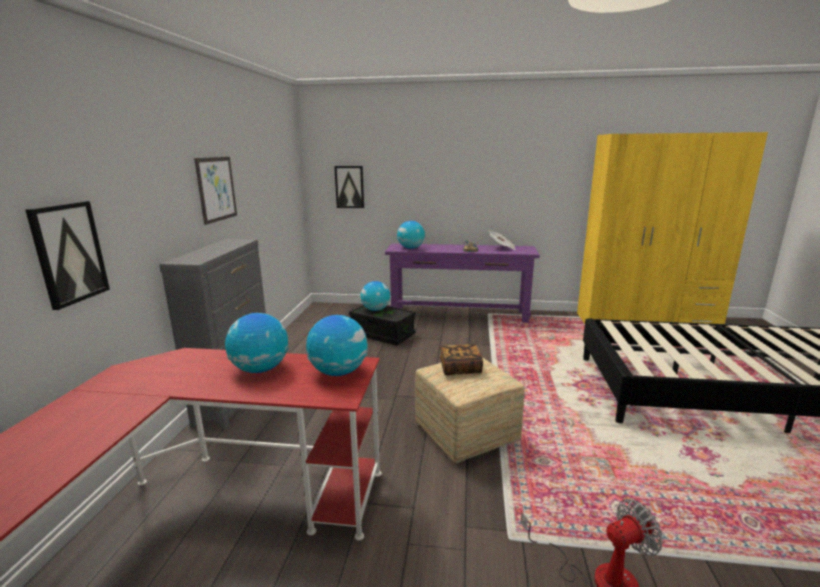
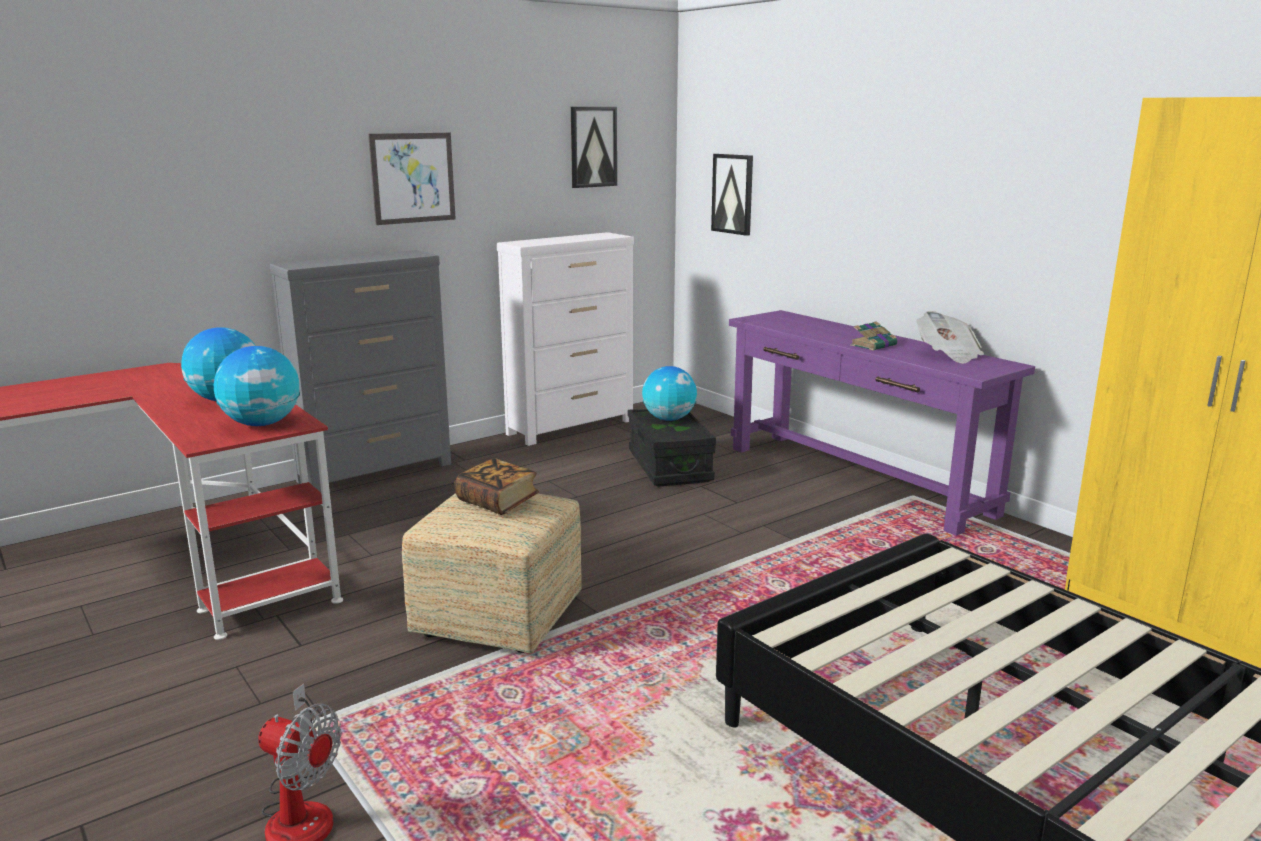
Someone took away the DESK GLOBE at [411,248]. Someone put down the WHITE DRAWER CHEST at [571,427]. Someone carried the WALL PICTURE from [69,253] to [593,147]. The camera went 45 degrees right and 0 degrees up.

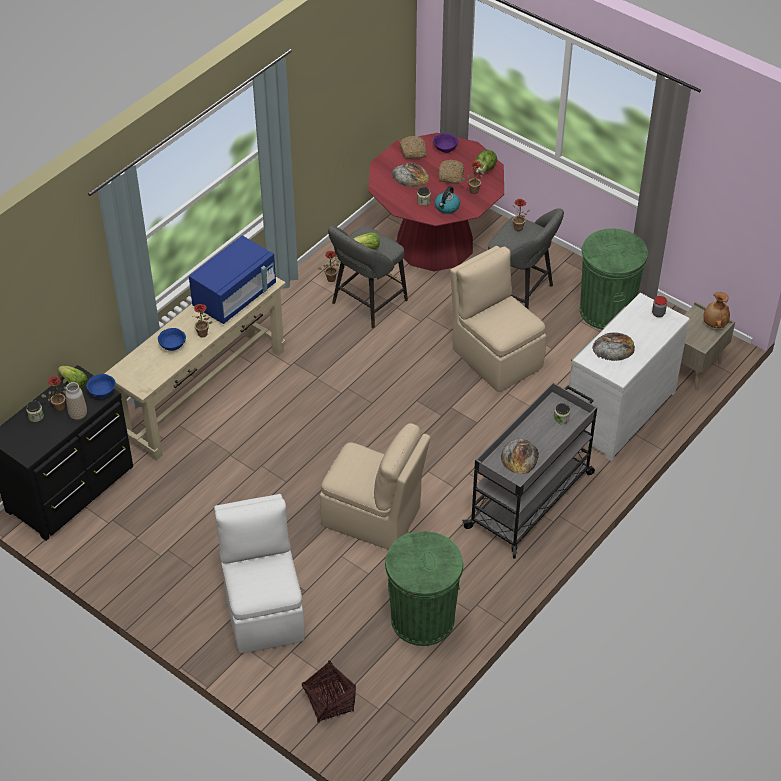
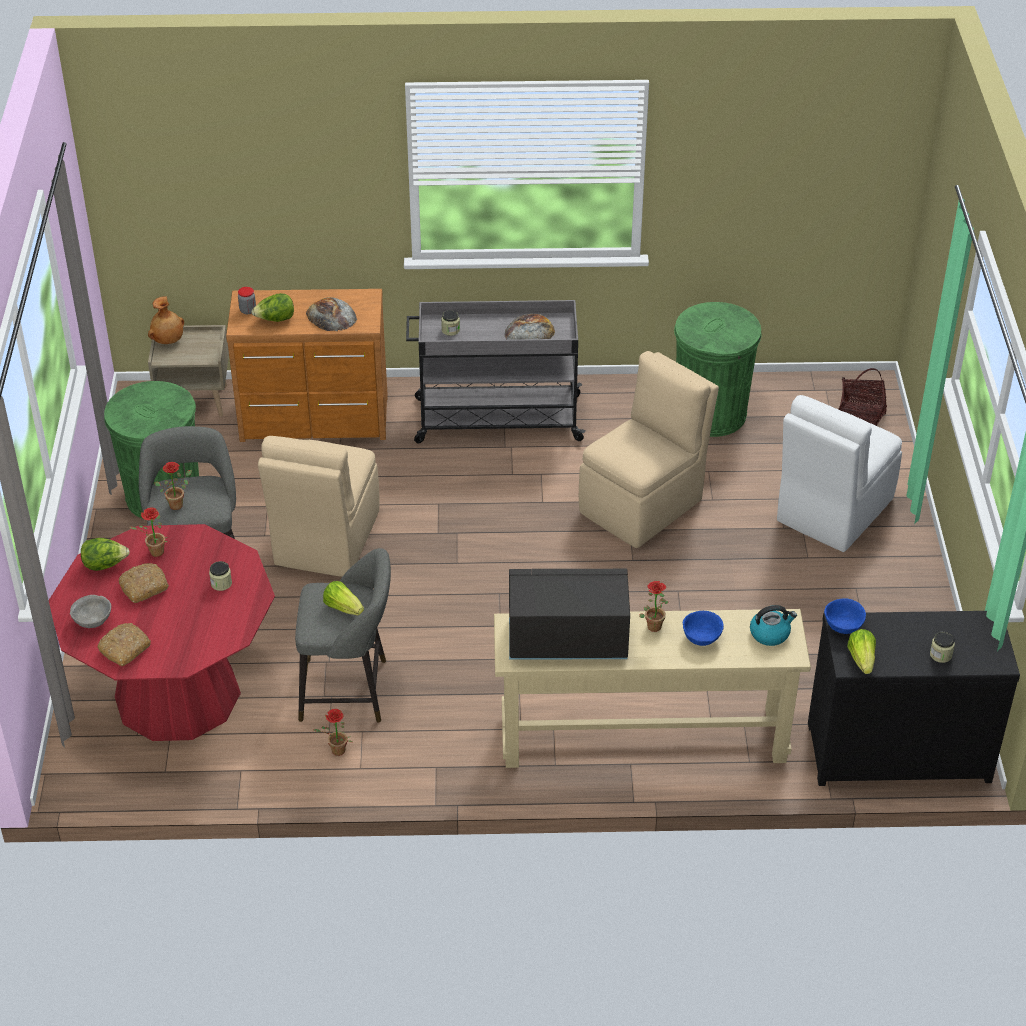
Someone took away the POTTED PLANT at [60,405]. Someone took away the DECORATIVE VASE at [78,415]. Someone took away the BREAD at [410,176]. Someone put down the LETTUCE at [275,320]. Someone carried the TEA KETTLE from [447,207] to [770,633]. Someone repainted the BLUE-COLOURED KITCHEN MICROWAVE at [235,296], which became the BLACKISH KITCHEN MICROWAVE at [567,639]. Someone repainted the PURPLE-COLOURED BOWL at [445,149], which became the GRAY BOWL at [93,622]. Someone repainted the WHITE DRAWER CHEST at [617,411], which became the BROWN DRAWER CHEST at [315,420]. Someone rotated the BEIGE-COLOURED UPRIGHT CHAIR at [373,518] by 60 degrees clockwise. The camera went 130 degrees left and 5 degrees down.

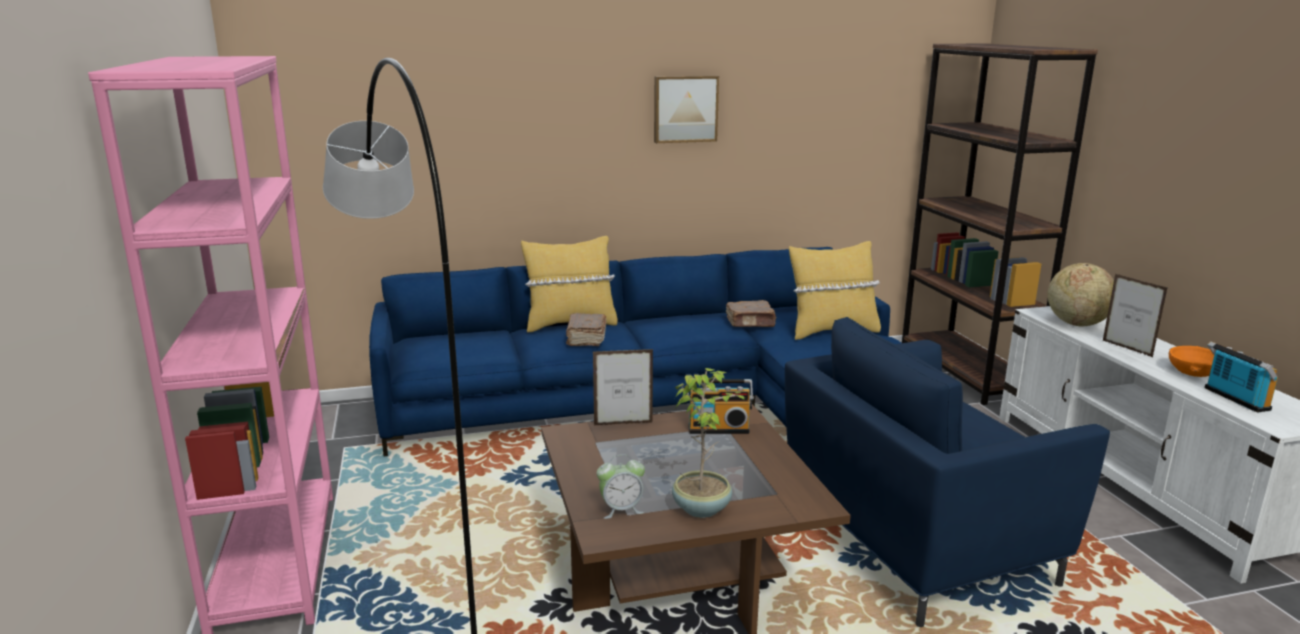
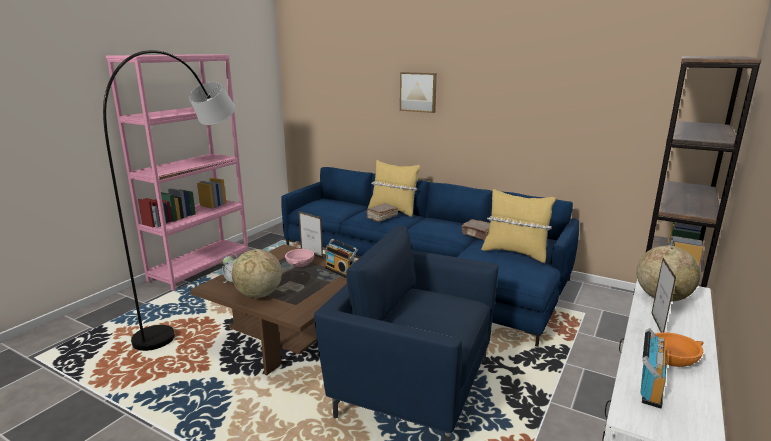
Someone put down the PINK BOWL at [299,264]. Someone carried the WALL PICTURE from [685,109] to [418,92]. Someone swapped the POTTED PLANT at [702,507] for the DESK GLOBE at [258,295]. The camera went 45 degrees right and 0 degrees up.

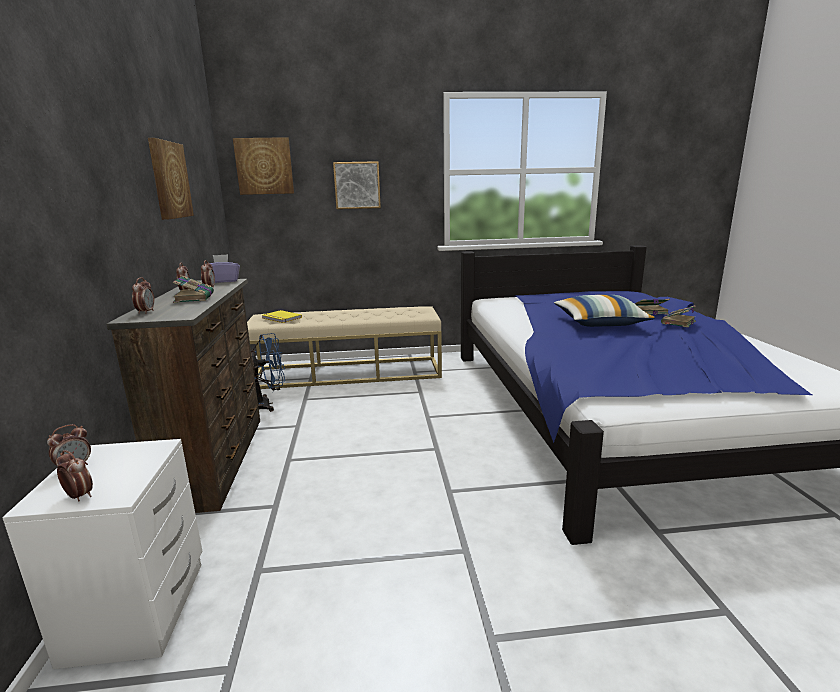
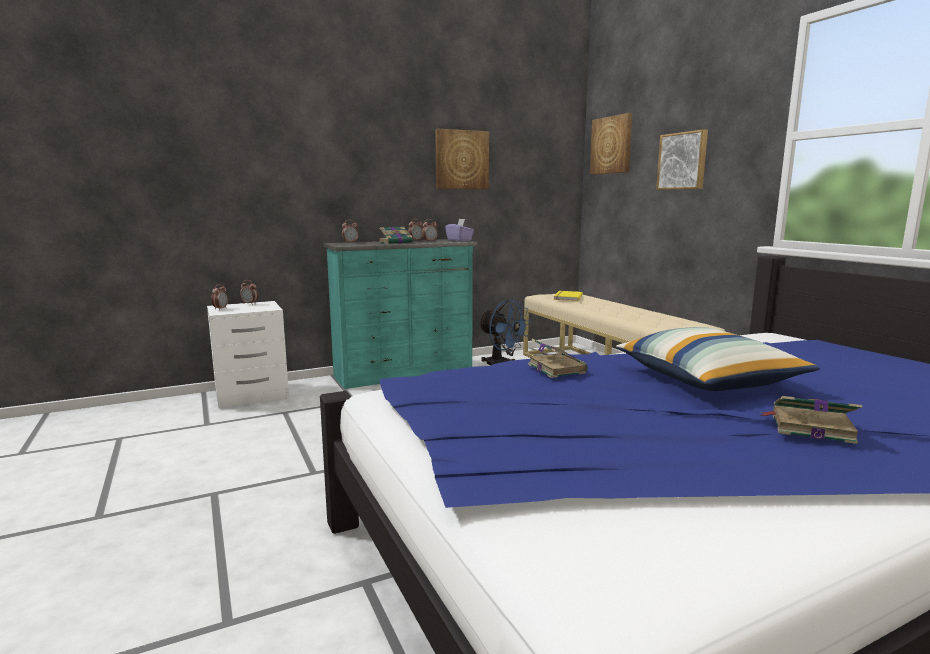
Someone carried the BOOK from [648,312] to [556,368]. Someone repainted the BROWN DRAWER CHEST at [218,460], which became the TURQUOISE DRAWER CHEST at [405,374]. The camera went 70 degrees right and 5 degrees down.

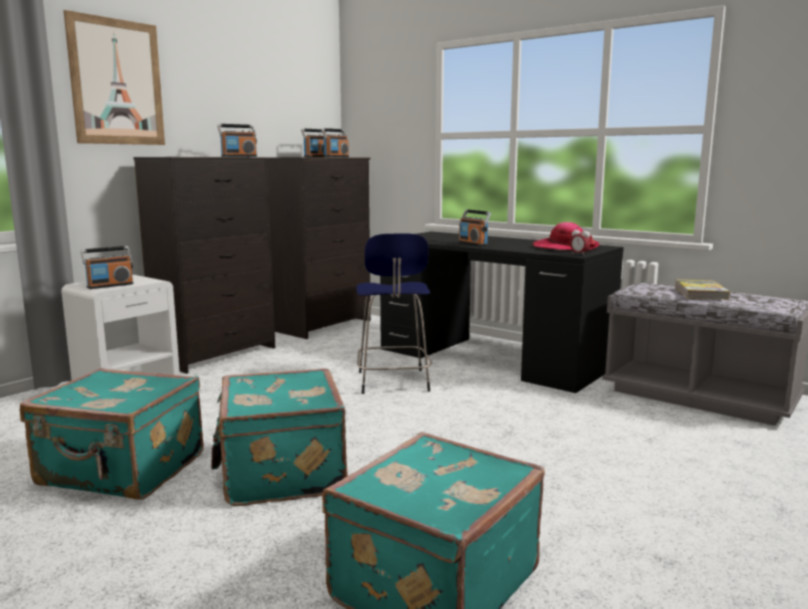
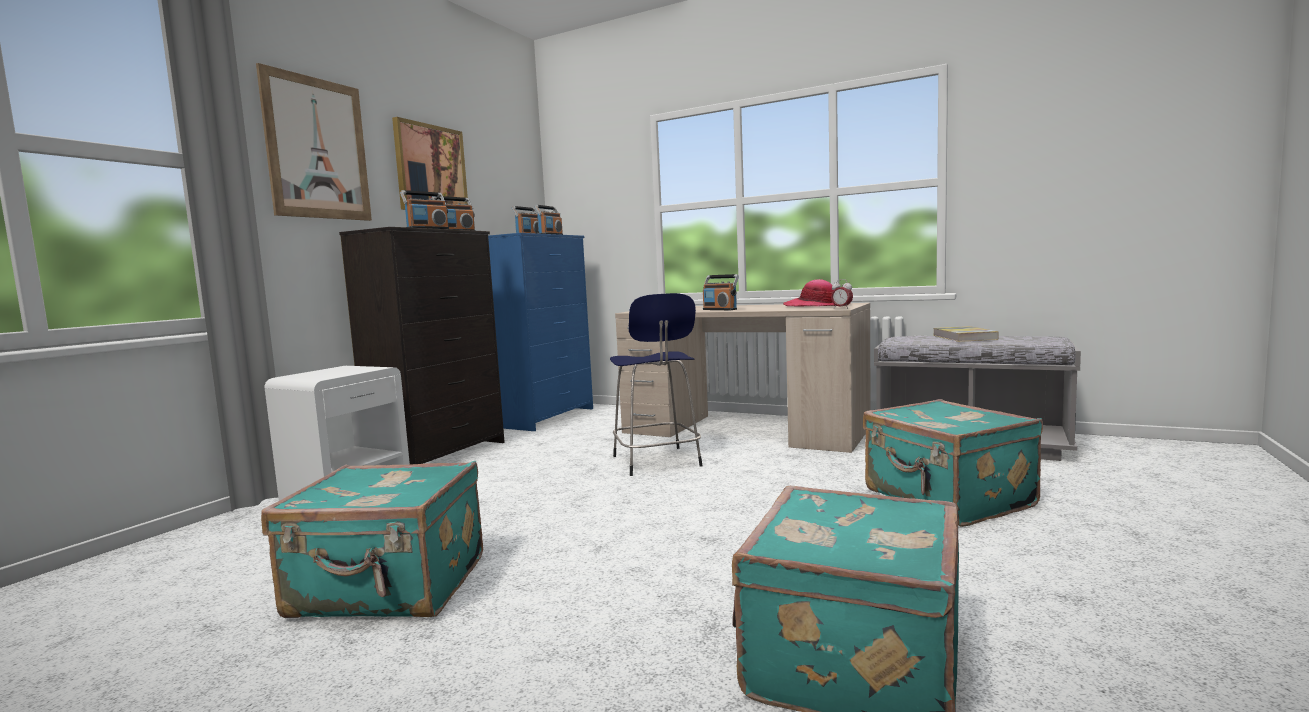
Someone put up the WALL PICTURE at [430,169]. Someone carried the RADIO SET from [110,285] to [427,229]. Someone carried the TURQUOISE PIECE OF LUGGAGE from [280,473] to [946,499]. Someone repainted the BLACKISH DRAWER CHEST at [324,325], which became the BLUE-COLOURED DRAWER CHEST at [546,417]. Someone repainted the BLACKISH DESK UNIT at [492,358], which became the BEIGE-COLOURED DESK UNIT at [744,430]. The camera went 10 degrees left and 5 degrees down.

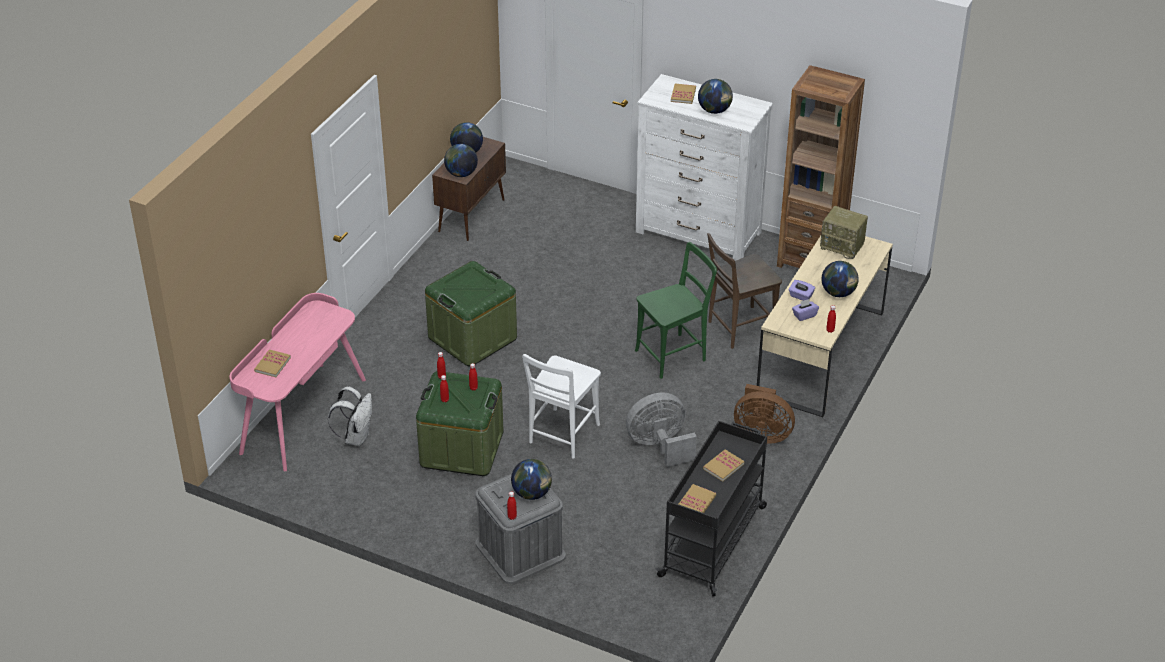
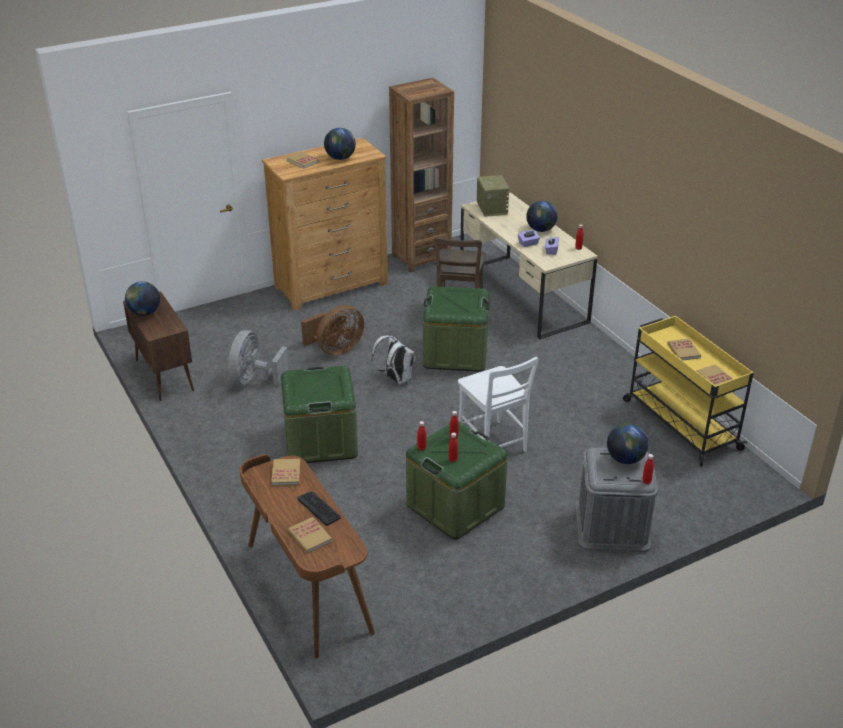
Someone took away the DESK GLOBE at [461,174]. Someone put down the BOOK at [286,473]. Someone put down the PC KEYBOARD at [319,508]. Someone carried the WHITE RUCKSACK from [356,437] to [395,379]. Someone carried the GRAY ELECTRIC FAN from [660,446] to [254,380]. Someone carried the BROWN ELECTRIC FAN from [761,434] to [336,350]. Someone swapped the GREEN-COLOURED UPRIGHT CHAIR at [674,354] for the GREEN-COLOURED STORAGE CONTAINER at [455,353]. Someone repainted the PINK DESK UNIT at [302,415], which became the BROWN DESK UNIT at [307,588]. Someone repainted the WHITE DRAWER CHEST at [698,232], which became the BROWN DRAWER CHEST at [331,286]. Someone repainted the BLACKISH CART at [713,540], which became the YELLOW-COLOURED CART at [680,423]. Someone rotated the RADIO SET at [843,246] by 75 degrees counterclockwise. The camera went 55 degrees left and 5 degrees down.

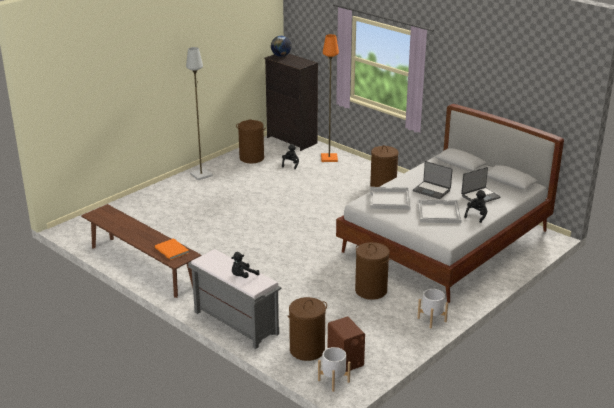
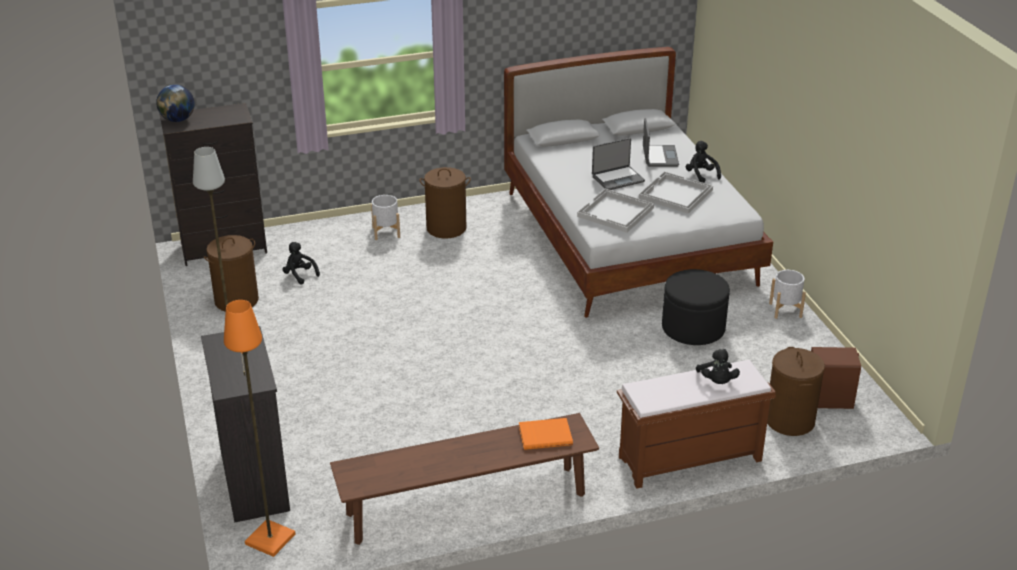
Someone put down the BLACKISH DRAWER CHEST at [255,481]. Someone carried the WHITE FLOWER POT from [334,381] to [386,232]. Someone carried the ORANGE FLOOR LAMP from [329,158] to [270,540]. Someone swapped the BROWN WASHING BASKET at [371,290] for the BLACKISH FOOTREST at [693,328]. Someone repainted the GRAY LONG SEAT at [235,323], which became the BROWN LONG SEAT at [688,460]. The camera went 60 degrees left and 5 degrees up.

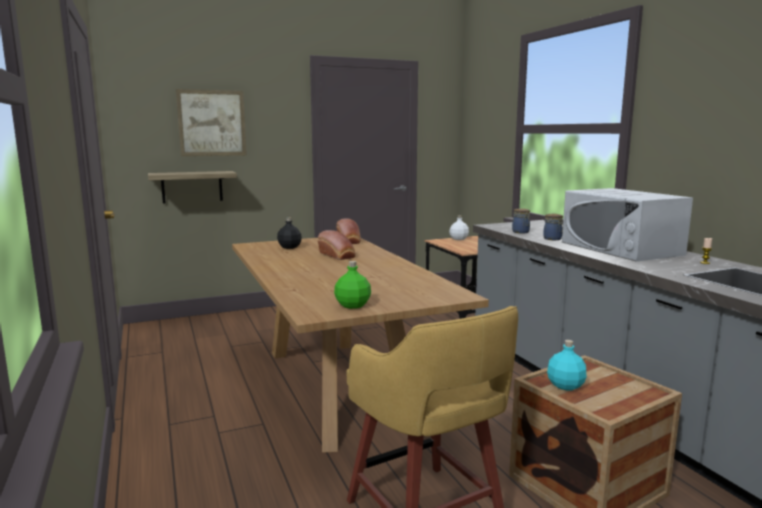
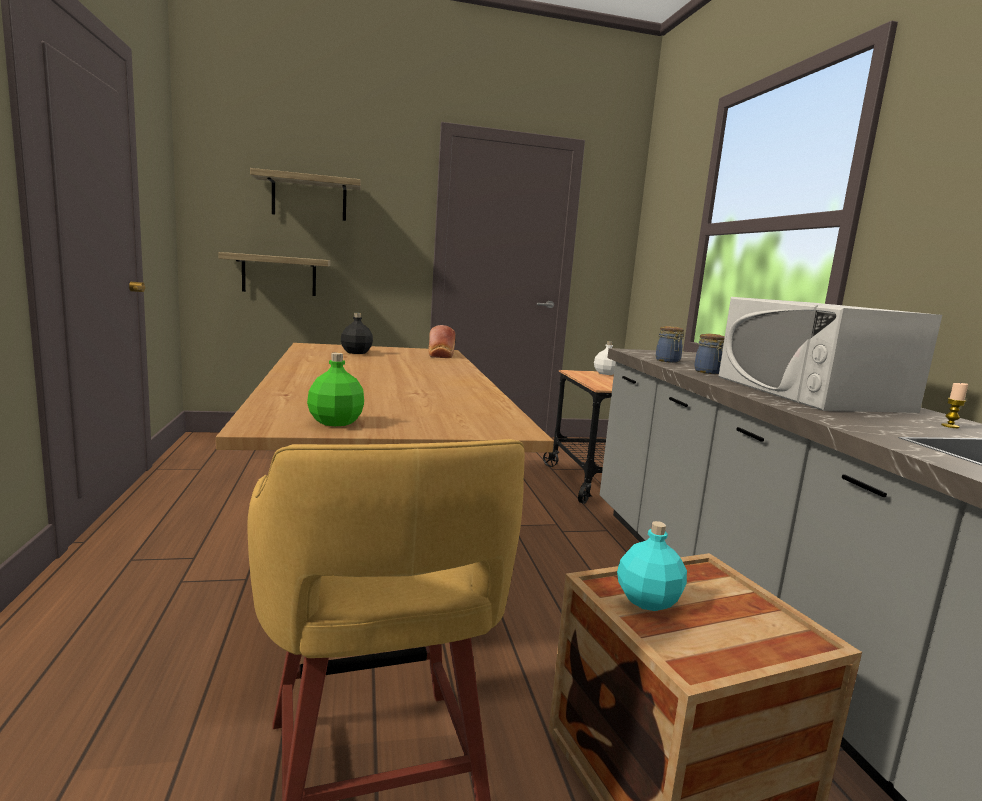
Someone took away the BREAD at [337,255]. Someone swapped the WALL PICTURE at [212,123] for the SHELF at [309,198]. The camera went 10 degrees right and 0 degrees up.

